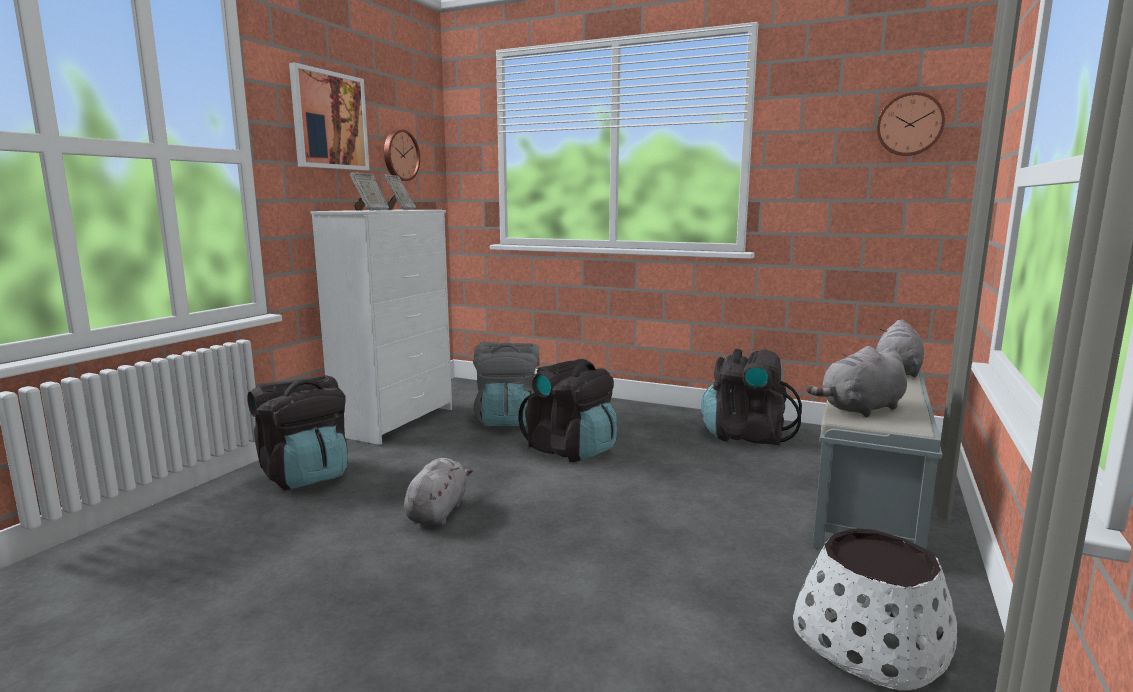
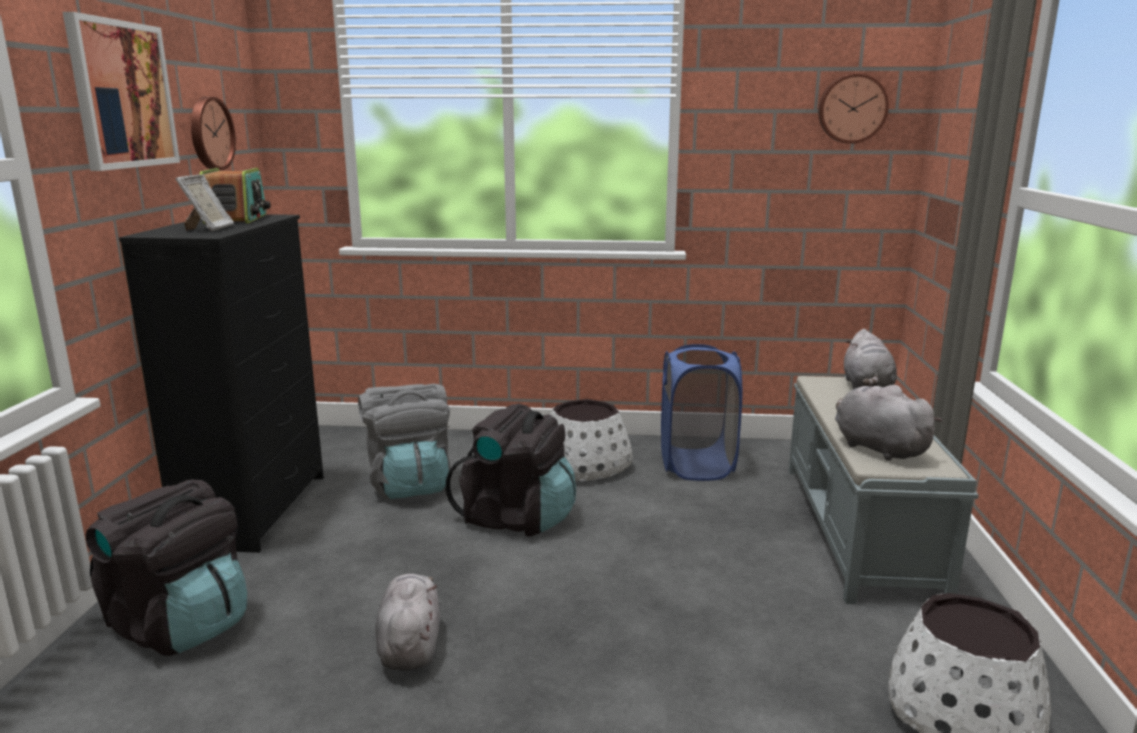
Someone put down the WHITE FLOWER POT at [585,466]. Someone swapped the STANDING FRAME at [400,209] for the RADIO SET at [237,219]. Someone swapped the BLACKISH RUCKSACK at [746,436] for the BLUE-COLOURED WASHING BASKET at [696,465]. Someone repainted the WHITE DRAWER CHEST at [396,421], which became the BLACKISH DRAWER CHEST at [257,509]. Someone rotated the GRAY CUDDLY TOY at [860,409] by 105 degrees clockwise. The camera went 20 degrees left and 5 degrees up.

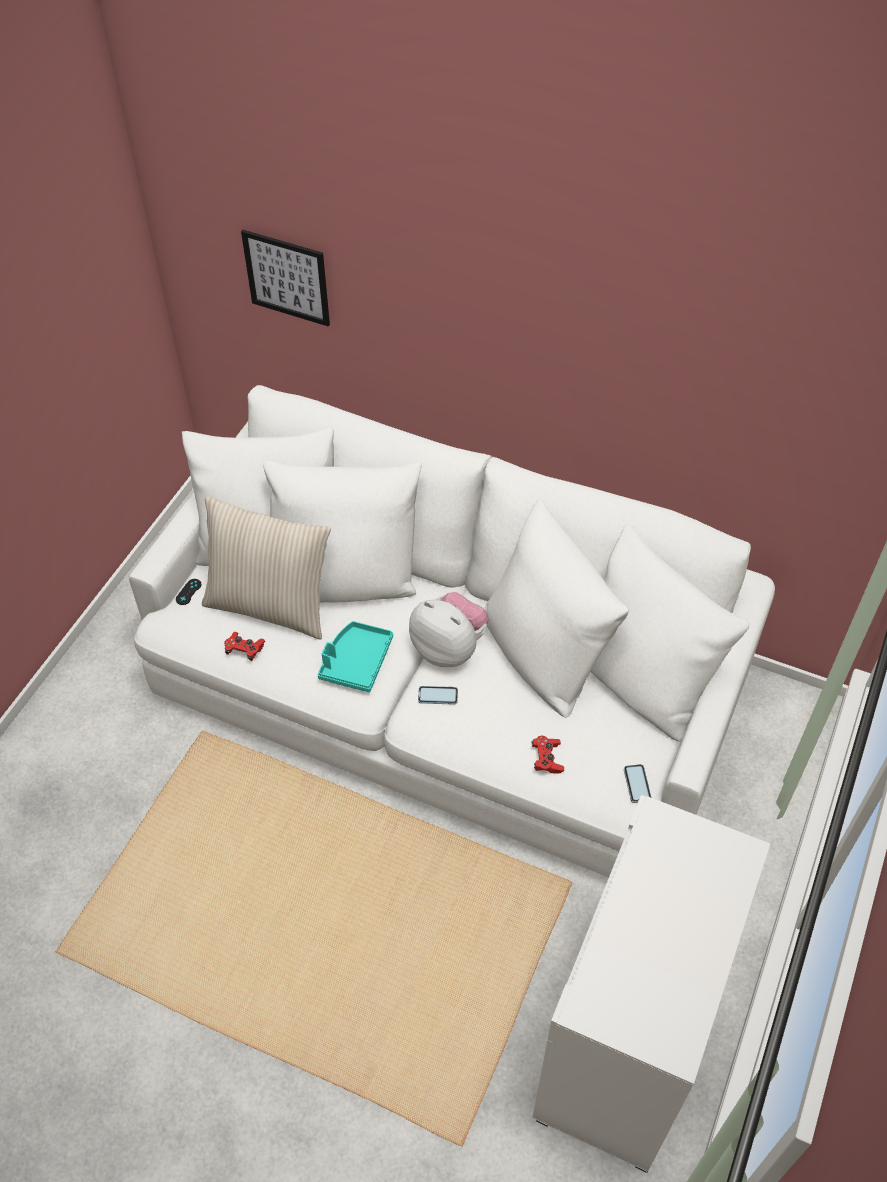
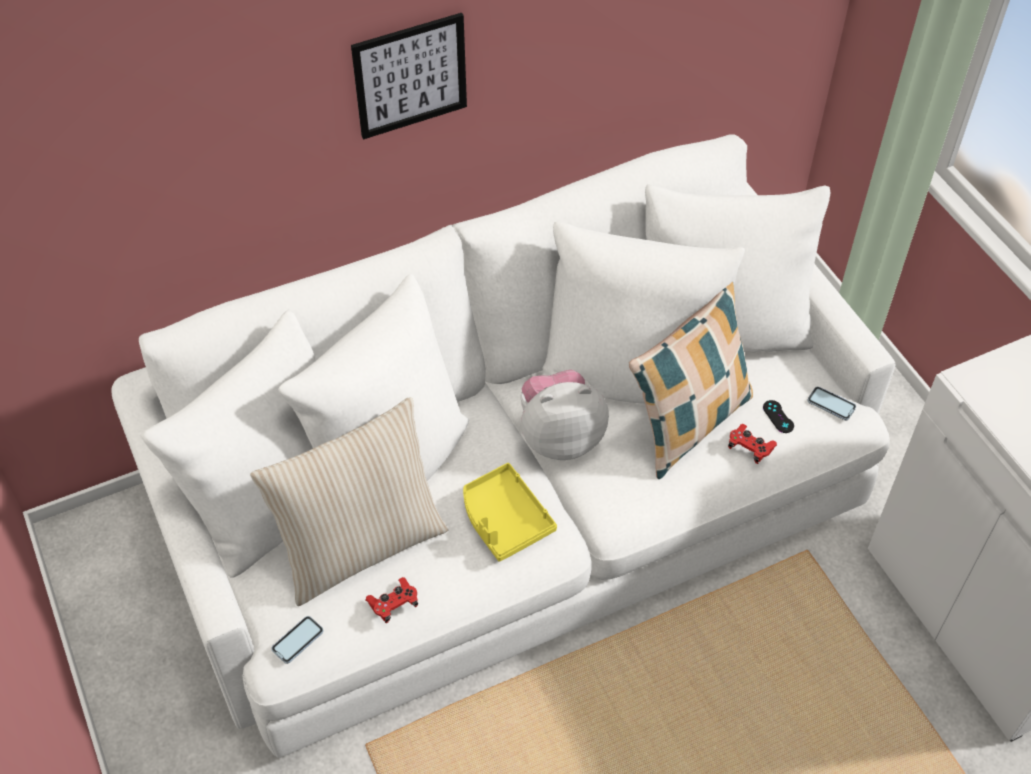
Someone put down the THROW PILLOW at [688,423]. Someone carried the BLACKISH GAME CONTROLLER from [188,592] to [778,416]. Someone carried the WALL PICTURE from [287,277] to [410,76]. Someone carried the PHONE from [438,696] to [297,640]. Someone repainted the TURQUOISE CARRYING TRAY at [356,662], which became the YELLOW-COLOURED CARRYING TRAY at [504,519]. The camera went 50 degrees left and 0 degrees up.

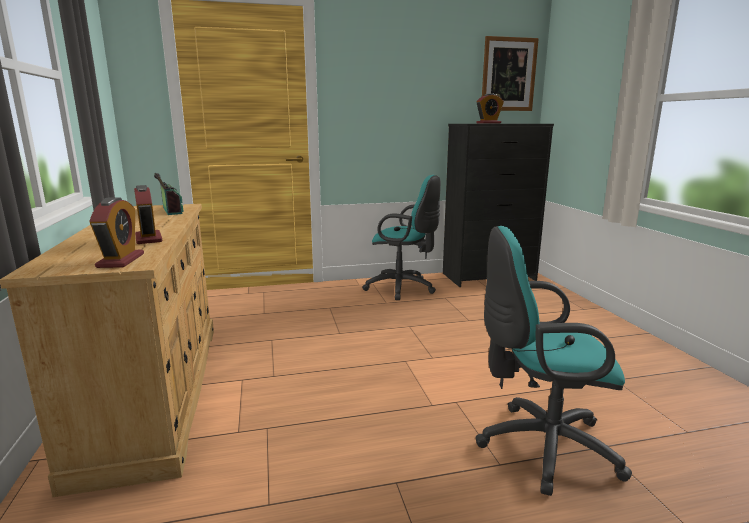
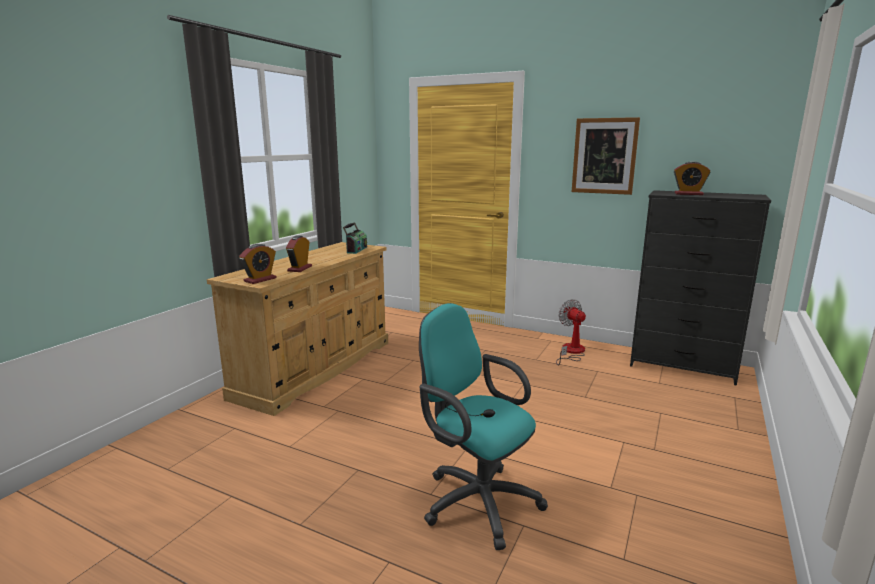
Someone carried the WALL PICTURE from [508,74] to [604,156]. Someone swapped the TURQUOISE OFFICE CHAIR at [403,288] for the ELECTRIC FAN at [571,352]. The camera went 40 degrees right and 0 degrees up.

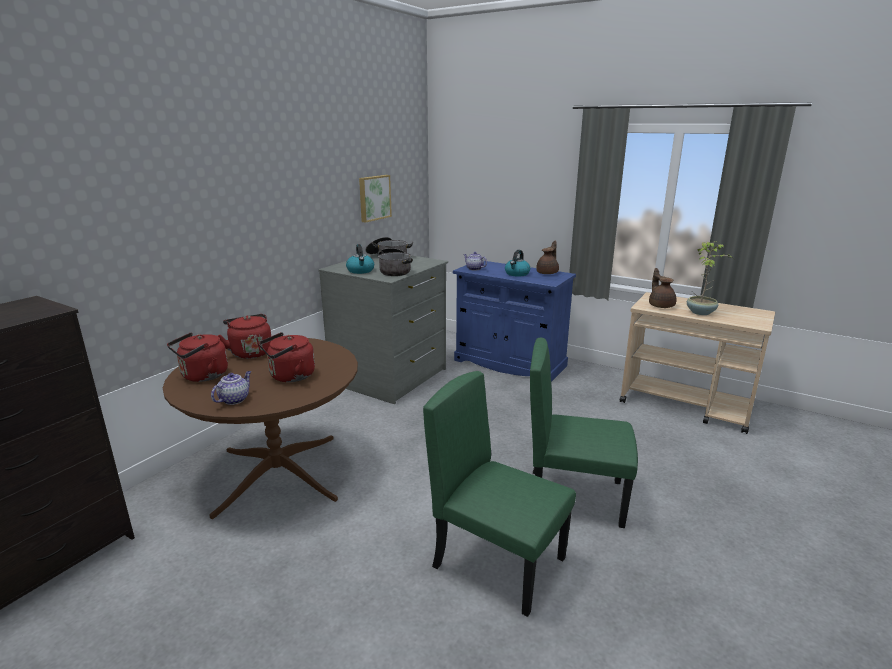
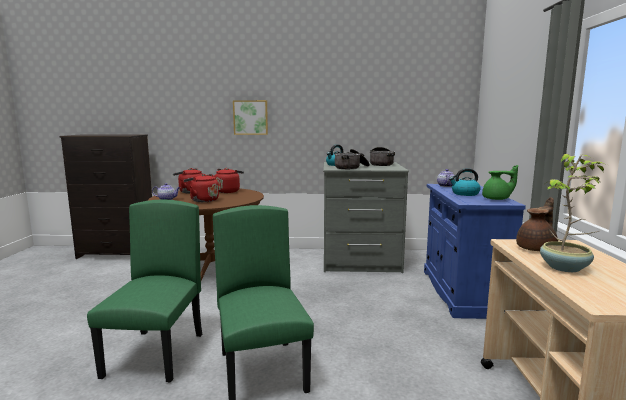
Someone carried the WALL PICTURE from [374,198] to [250,117]. Someone repainted the BROWN POT FOR TEA at [548,273], which became the GREEN-COLOURED POT FOR TEA at [497,199]. The camera went 60 degrees right and 10 degrees down.

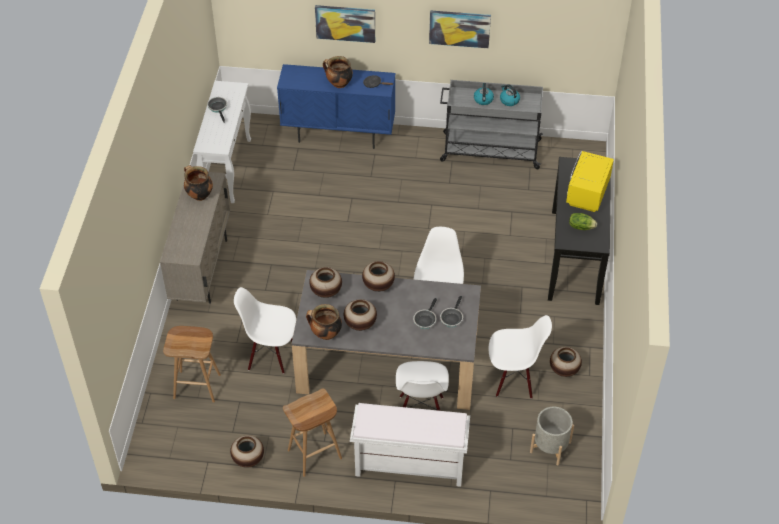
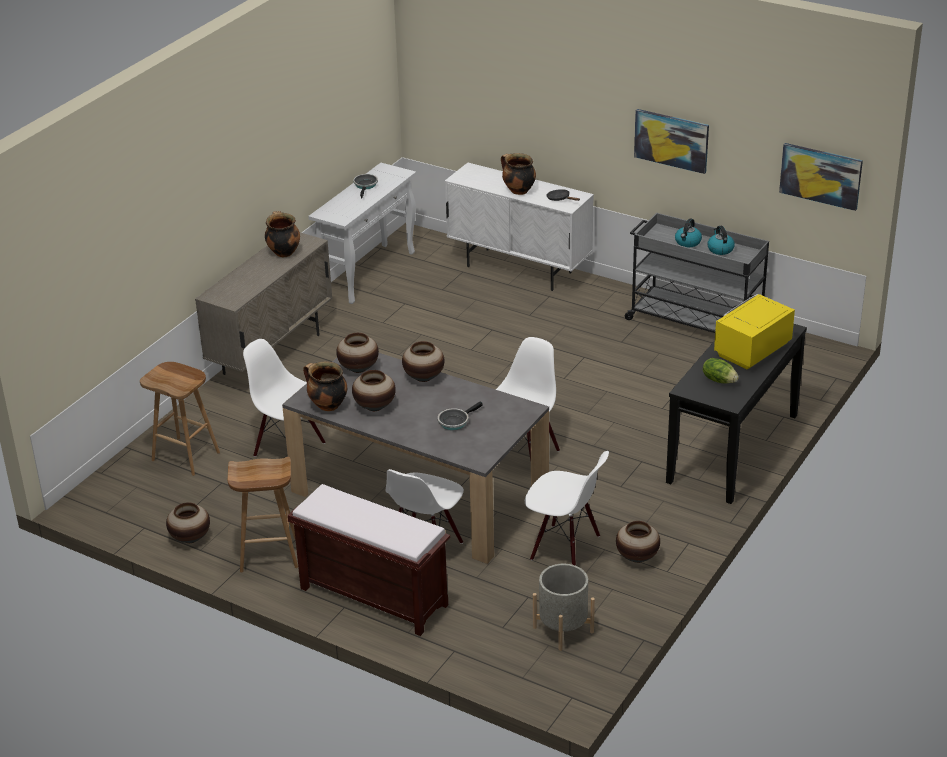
Someone took away the PAN at [451,318]. Someone carried the WALL PICTURE from [345,23] to [821,175]. Someone repainted the BLUE-COLOURED CUPBOARD at [338,135], which became the WHITE CUPBOARD at [519,270]. Someone repainted the WHITE LONG SEAT at [408,465], which became the BROWN LONG SEAT at [372,596]. The camera went 25 degrees right and 15 degrees down.

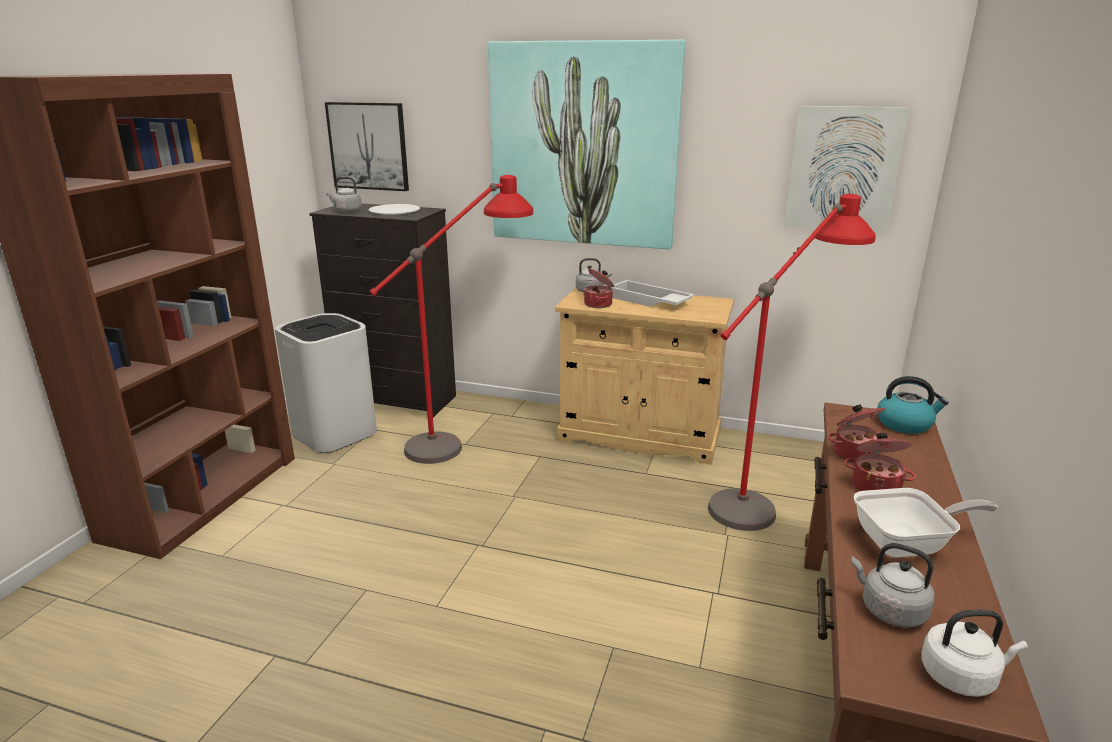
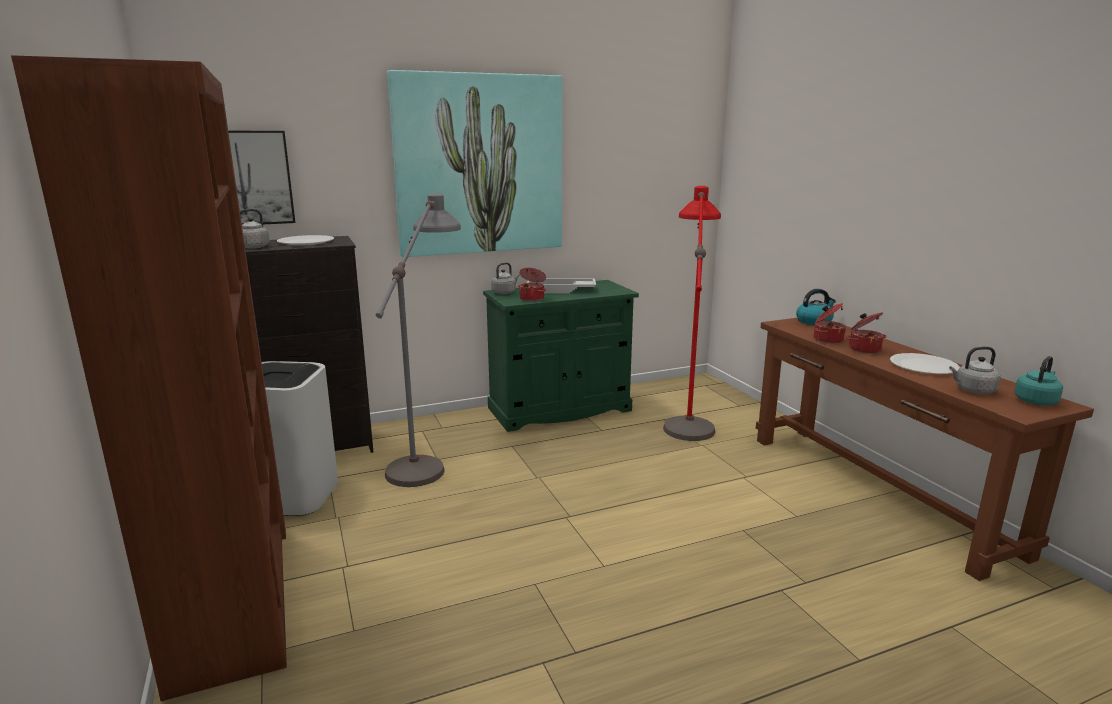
Someone took away the WALL PICTURE at [842,169]. Someone swapped the PAN at [908,544] for the WHITE FLAT DISH at [923,366]. Someone repainted the REDDISH FLOOR LAMP at [467,436], which became the GRAY FLOOR LAMP at [429,453]. Someone repainted the BEIGE-COLOURED CUPBOARD at [639,435], which became the GREEN-COLOURED CUPBOARD at [559,409]. Someone repainted the WHITE TEA KETTLE at [961,676], which became the TURQUOISE TEA KETTLE at [1036,401]. The camera went 40 degrees left and 5 degrees down.

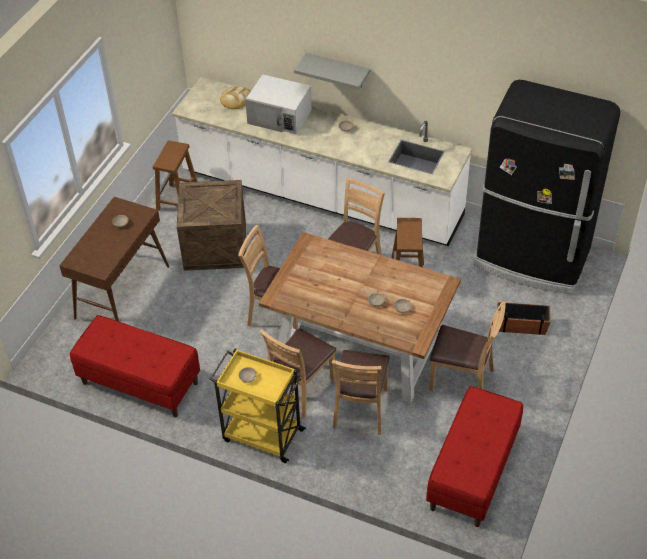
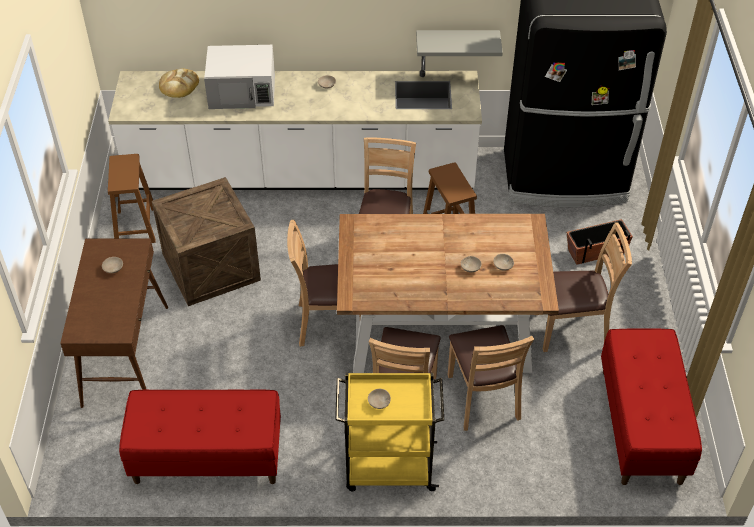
Someone carried the GRAY SHELF from [338,70] to [457,42]. The camera went 25 degrees left and 0 degrees up.

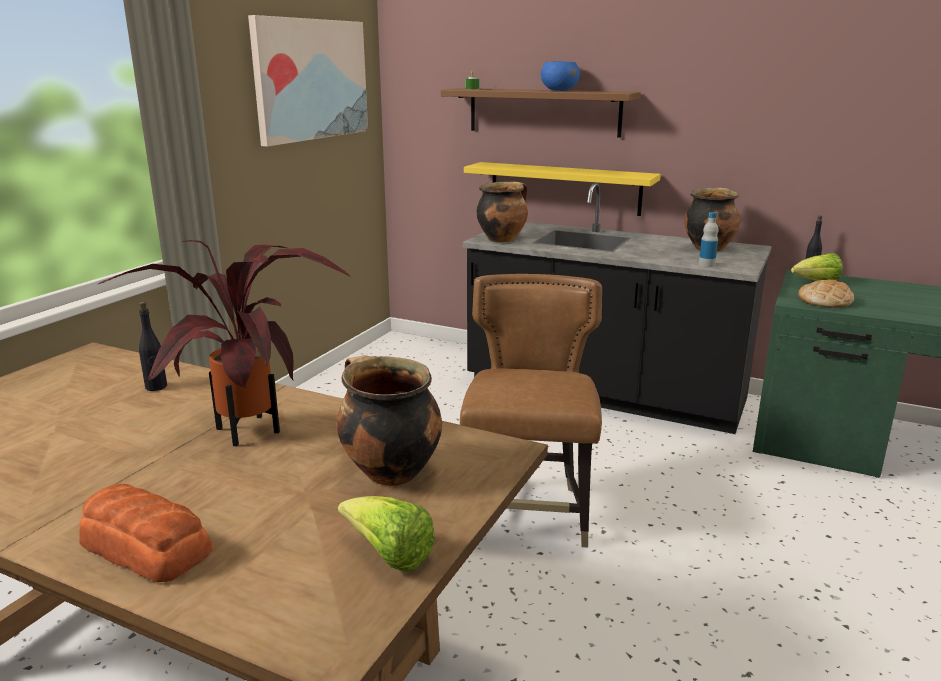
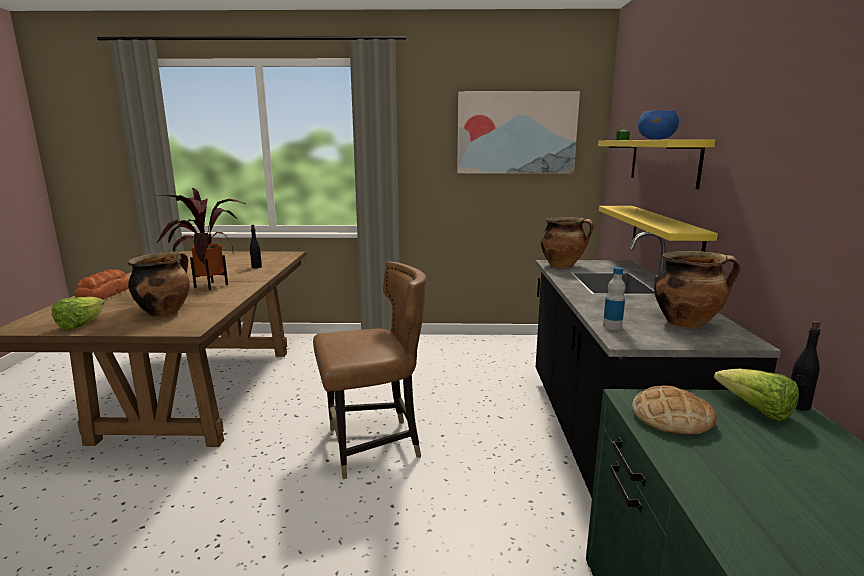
Someone repainted the BROWN SHELF at [543,112], which became the YELLOW-COLOURED SHELF at [663,161]. The camera went 65 degrees right and 5 degrees down.

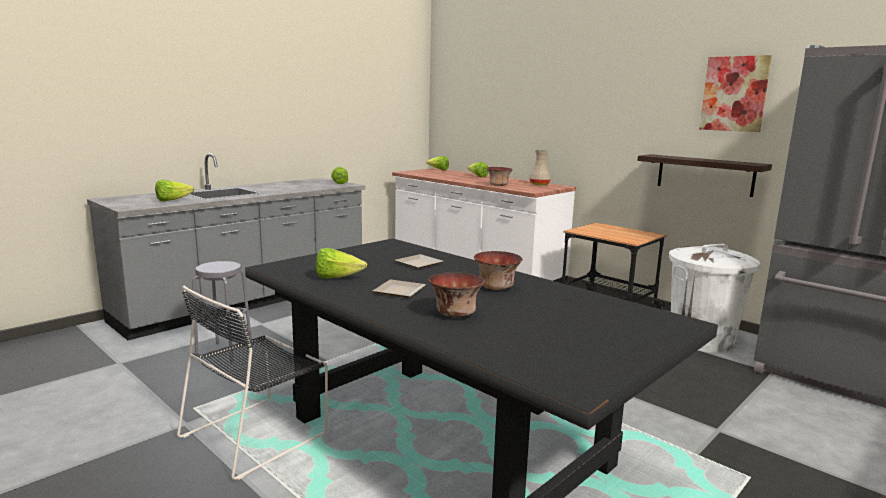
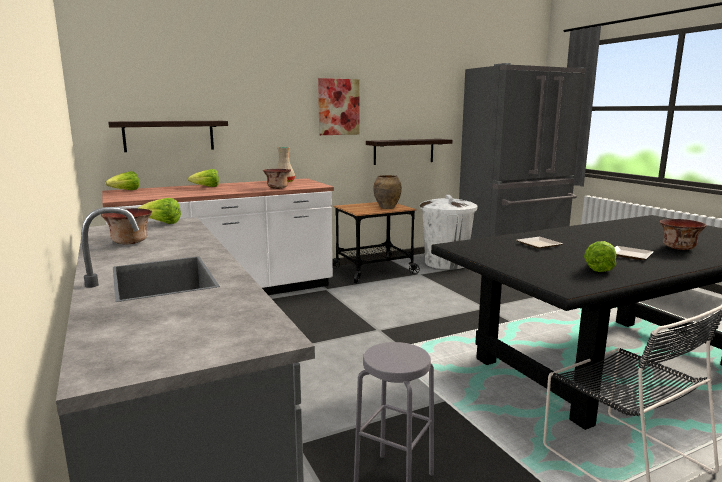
Someone took away the LETTUCE at [172,200]. Someone put up the SHELF at [169,135]. Someone put down the BROWN DECORATIVE VASE at [387,208]. Someone carried the BOWL from [496,287] to [129,242]. Someone carried the WALL PICTURE from [734,94] to [338,107]. The camera went 70 degrees left and 0 degrees up.

